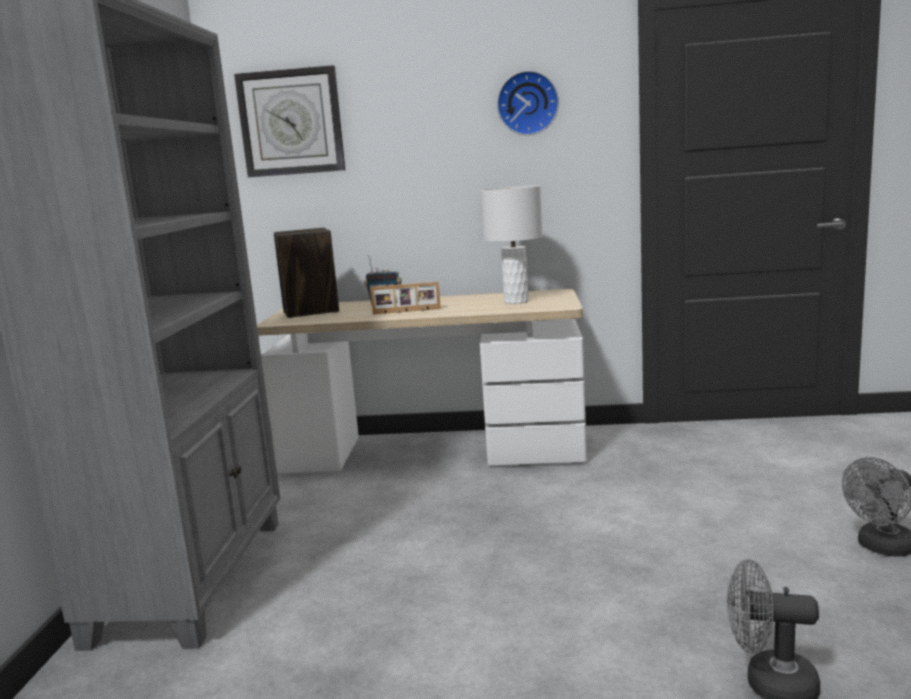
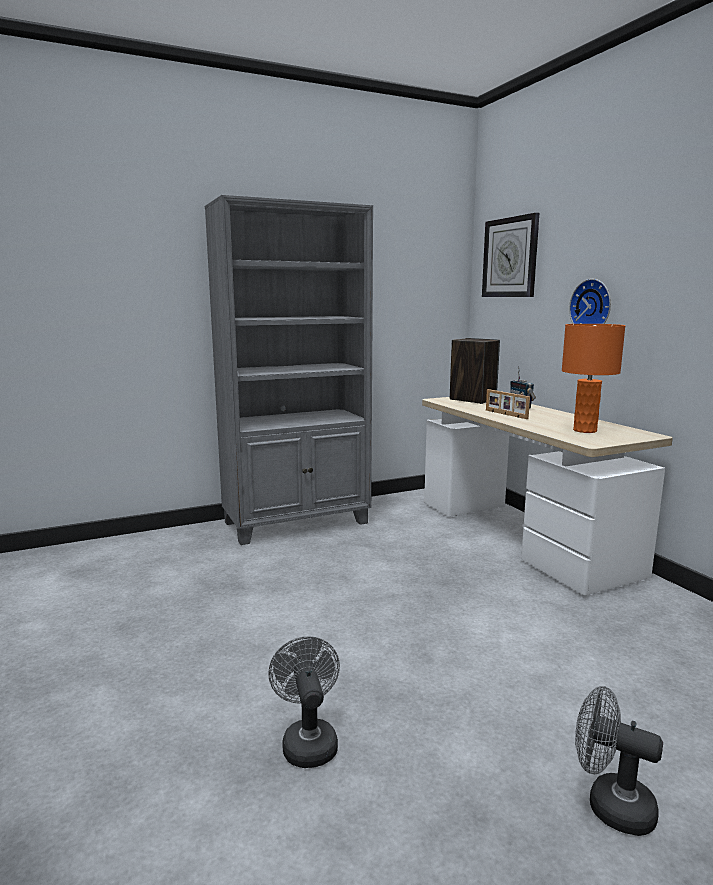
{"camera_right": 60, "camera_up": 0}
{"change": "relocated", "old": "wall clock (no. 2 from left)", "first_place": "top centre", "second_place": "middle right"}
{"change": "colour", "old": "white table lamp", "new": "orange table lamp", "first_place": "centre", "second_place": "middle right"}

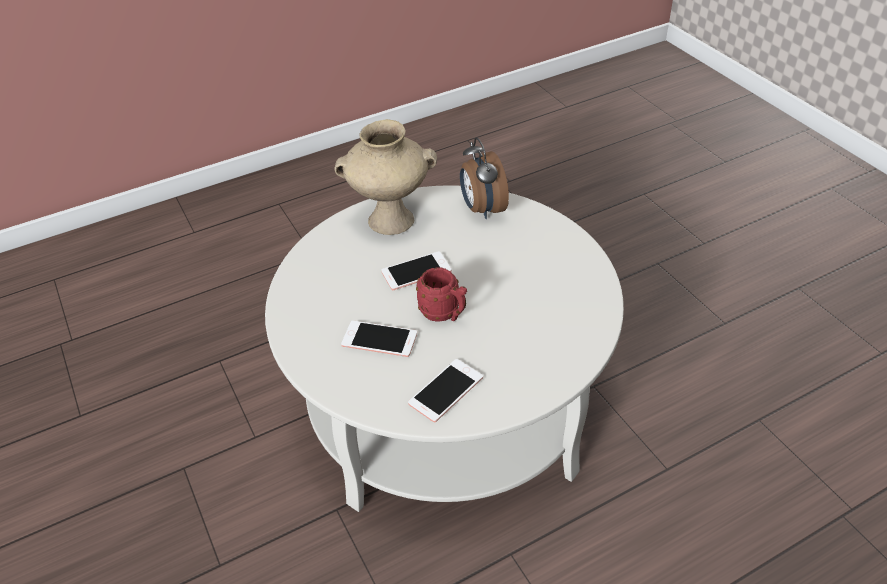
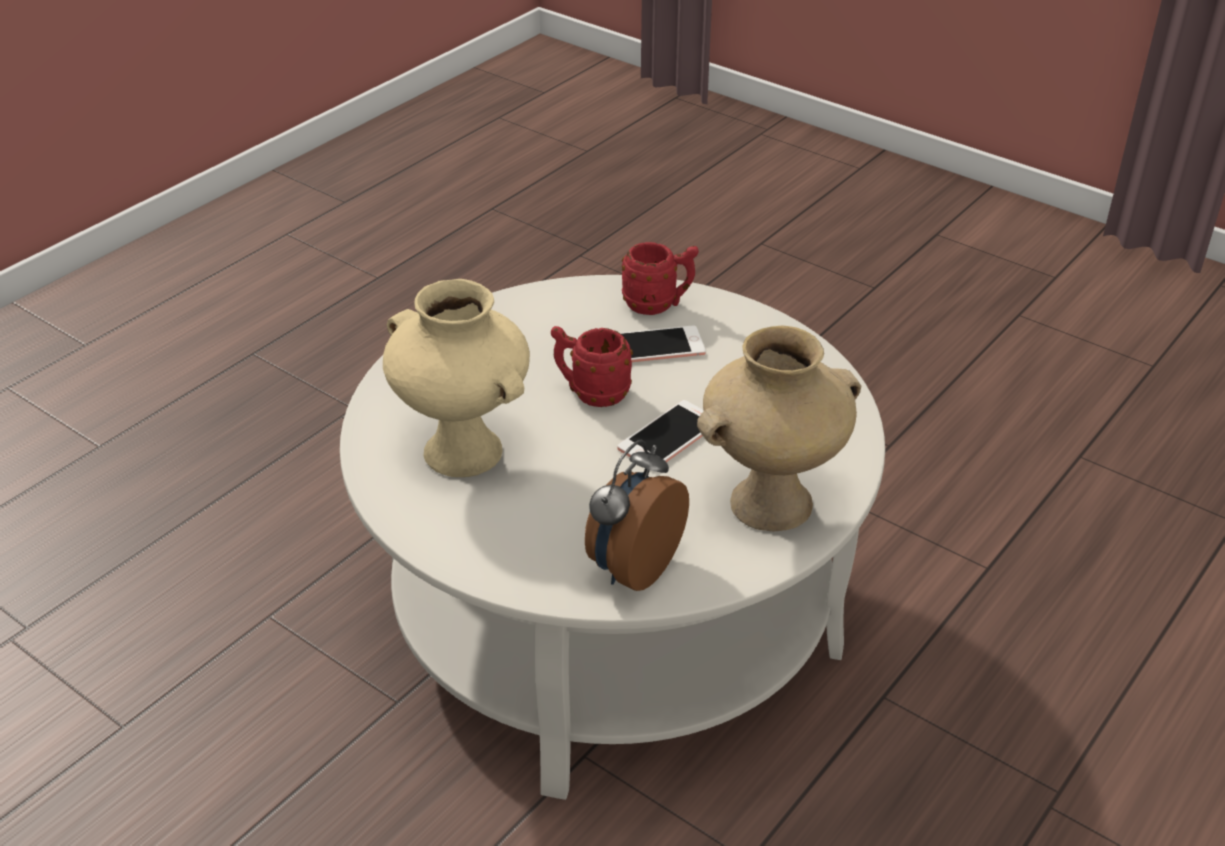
{"camera_right": 155, "camera_up": -5}
{"change": "missing", "old": "phone (no. 3 from left)", "first_place": "bottom centre"}
{"change": "appeared", "new": "beige vase (no. 1 from left)", "second_place": "centre"}
{"change": "appeared", "new": "red mug (no. 2 from left)", "second_place": "top centre"}
{"change": "spun", "old": "alarm clock", "first_place": "top centre", "second_place": "centre", "degrees": -105}

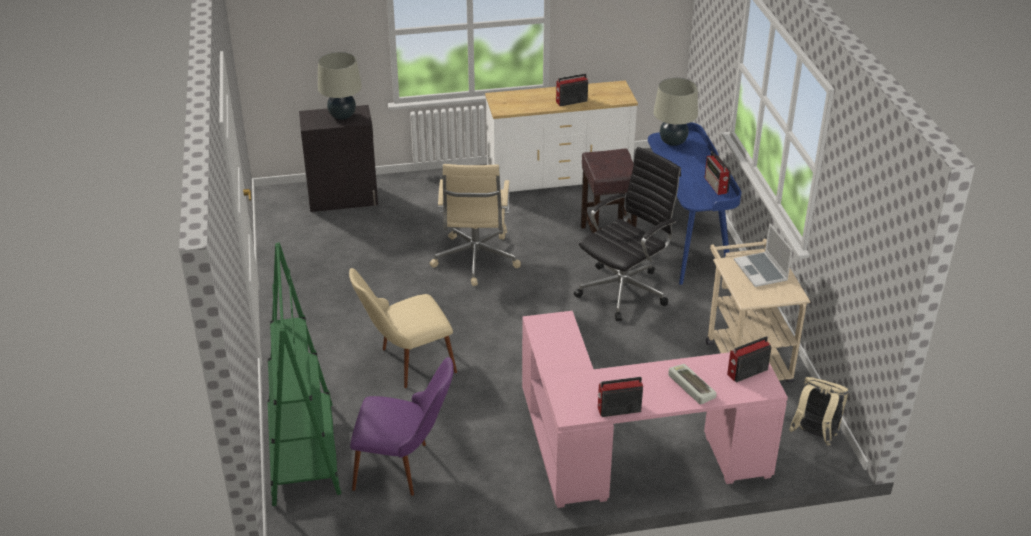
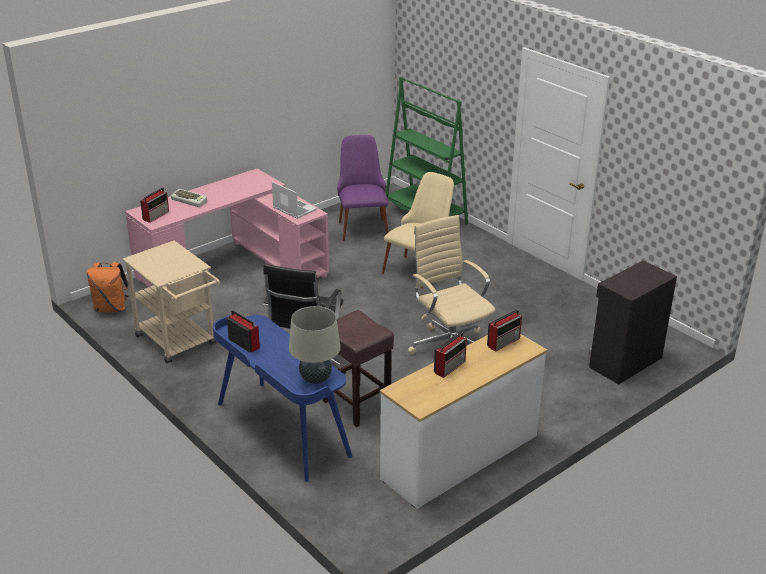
{"camera_right": 150, "camera_up": -5}
{"change": "missing", "old": "beige table lamp (no. 1 from left)", "first_place": "top left"}
{"change": "relocated", "old": "radio (no. 2 from left in the first image)", "new": "radio (no. 4 from left)", "first_place": "bottom centre", "second_place": "centre"}
{"change": "relocated", "old": "laptop", "first_place": "middle right", "second_place": "centre"}
{"change": "colour", "old": "beige backpack", "new": "orange backpack", "first_place": "bottom right", "second_place": "middle left"}
{"change": "spun", "old": "purple chair", "first_place": "bottom centre", "second_place": "top centre", "degrees": 105}

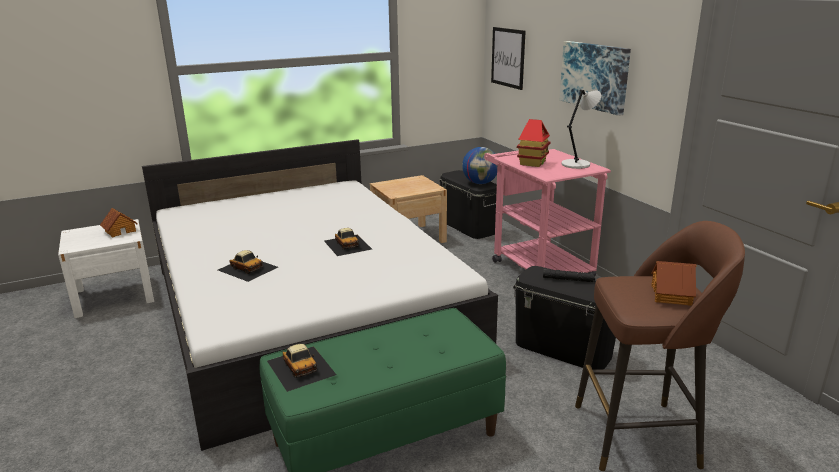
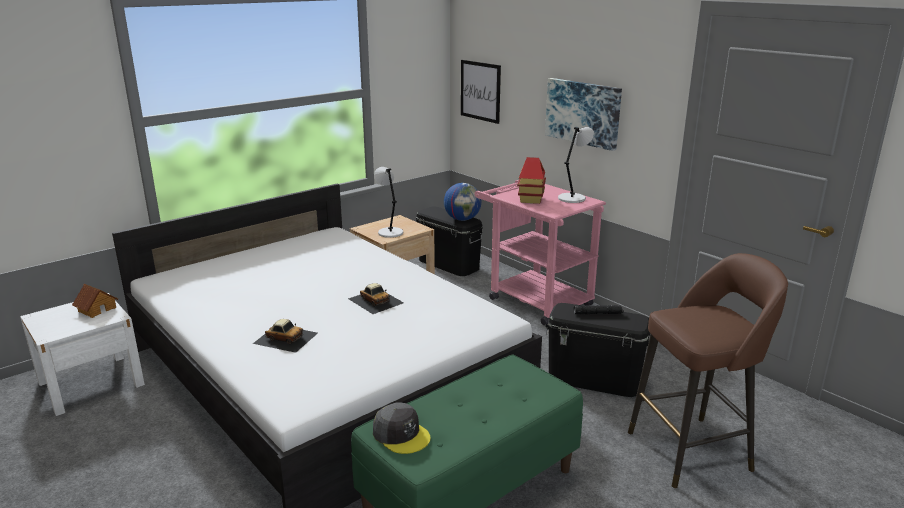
{"camera_right": -15, "camera_up": 0}
{"change": "missing", "old": "toy house (no. 3 from left)", "first_place": "middle right"}
{"change": "appeared", "new": "grey table lamp (no. 1 from left)", "second_place": "centre"}
{"change": "exchanged", "old": "toy car (no. 2 from left)", "new": "grey cap", "first_place": "bottom centre", "second_place": "bottom centre"}

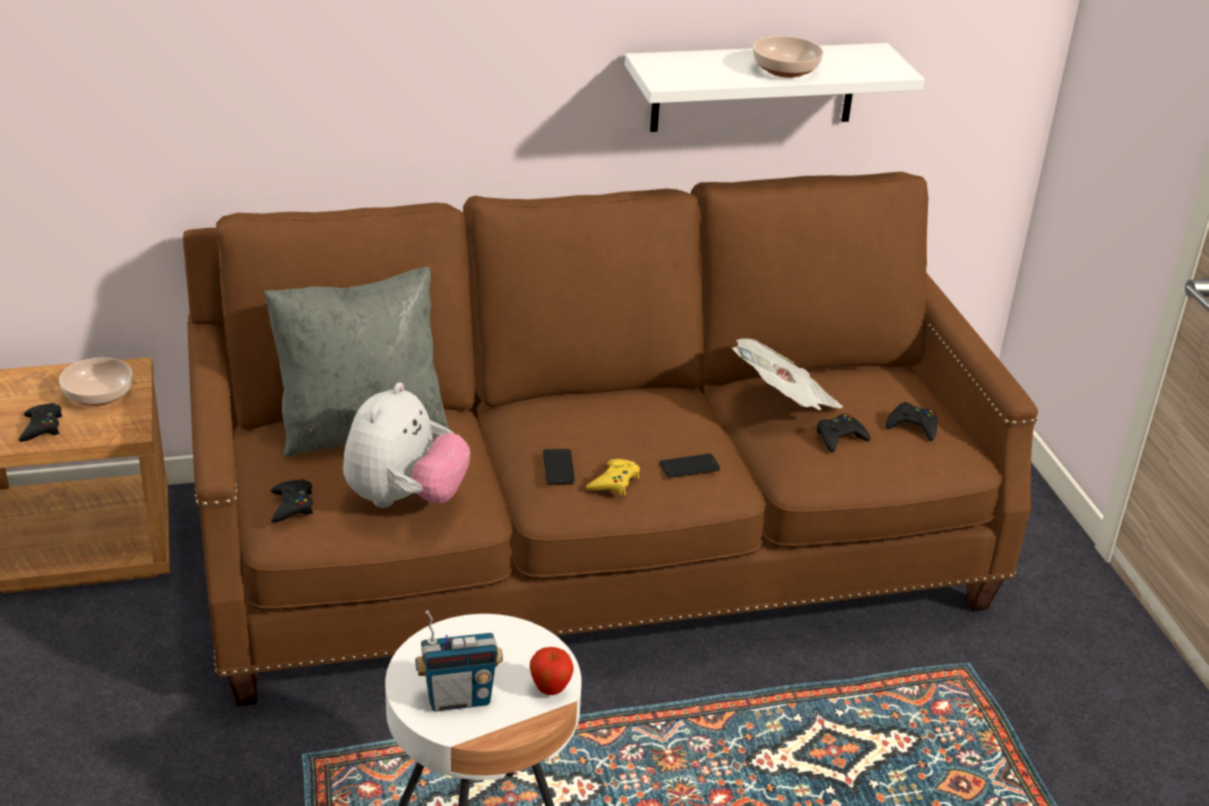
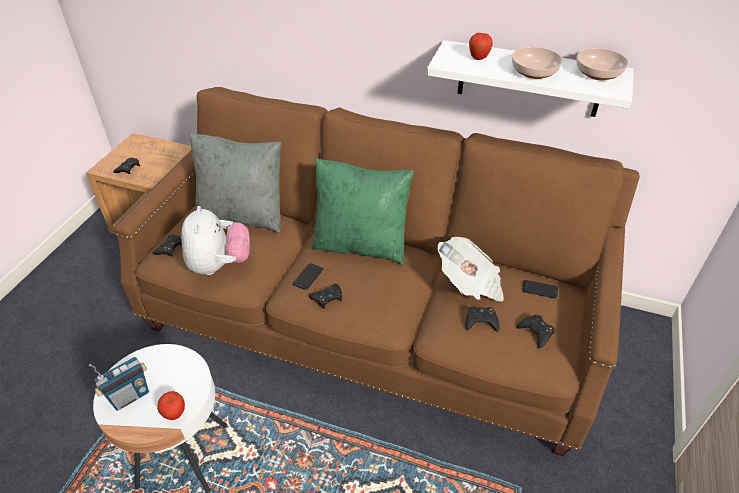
{"camera_right": 35, "camera_up": 10}
{"change": "appeared", "new": "green pillow", "second_place": "centre"}
{"change": "appeared", "new": "apple (no. 2 from left)", "second_place": "top centre"}
{"change": "relocated", "old": "bowl (no. 1 from left in the first image)", "new": "bowl (no. 2 from left)", "first_place": "middle left", "second_place": "top right"}
{"change": "relocated", "old": "phone (no. 2 from left)", "first_place": "centre", "second_place": "middle right"}
{"change": "colour", "old": "yellow game controller", "new": "black game controller (no. 3 from left)", "first_place": "centre", "second_place": "centre"}
{"change": "spun", "old": "plush toy", "first_place": "centre", "second_place": "middle left", "degrees": -60}
{"change": "spun", "old": "radio", "first_place": "bottom centre", "second_place": "bottom left", "degrees": -60}

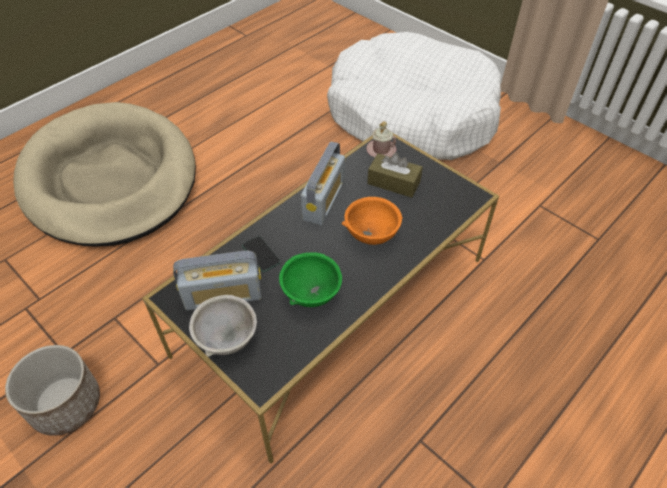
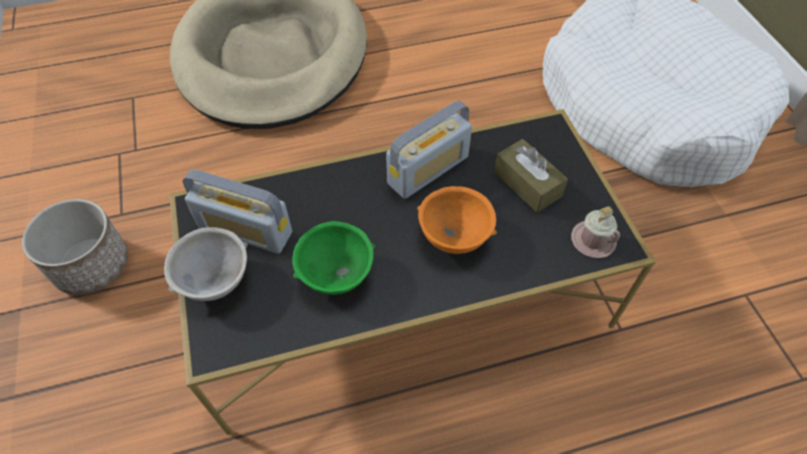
{"camera_right": 30, "camera_up": 5}
{"change": "missing", "old": "phone", "first_place": "centre"}
{"change": "relocated", "old": "pink mug", "first_place": "top centre", "second_place": "middle right"}

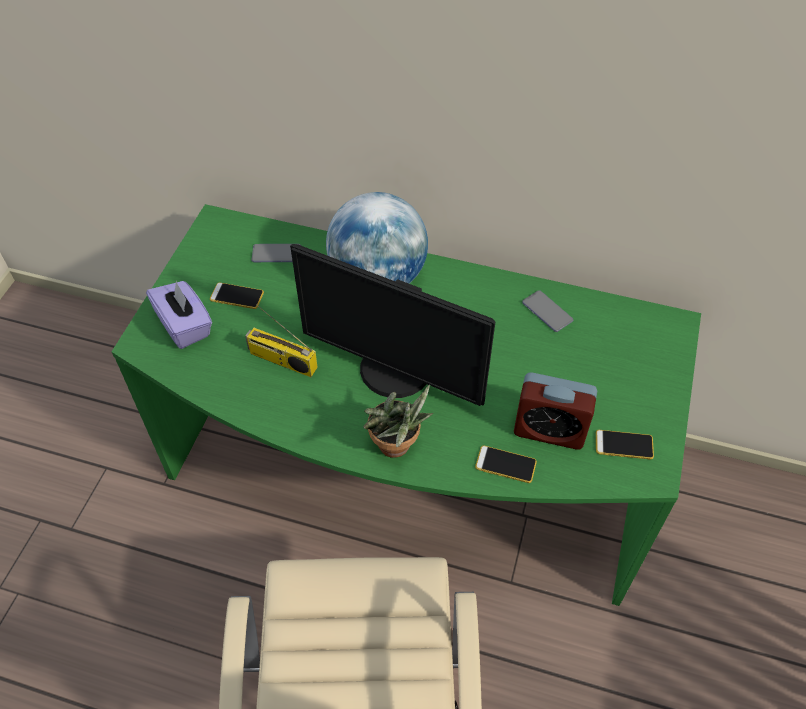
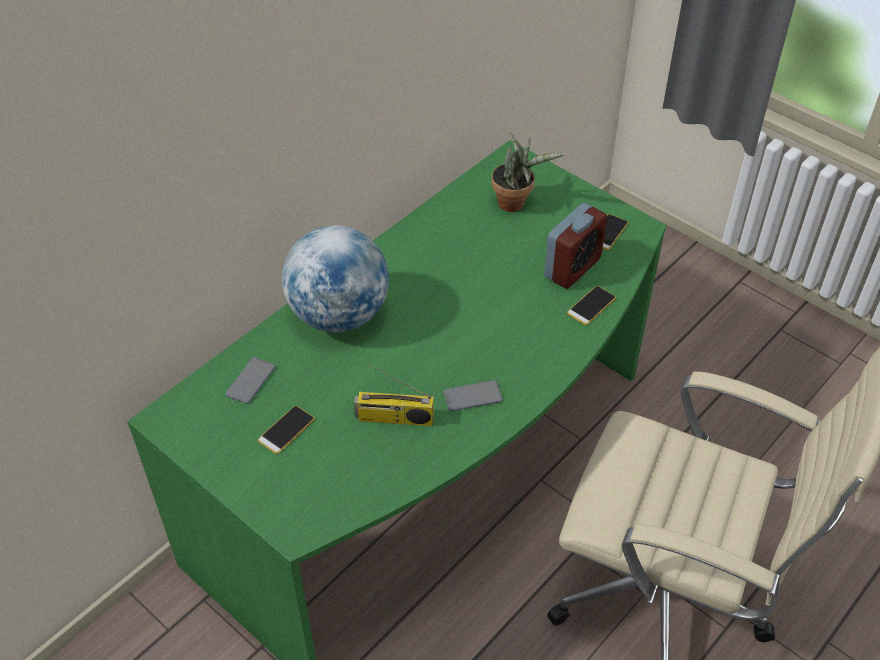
{"camera_right": -65, "camera_up": -5}
{"change": "missing", "old": "purple tissue box", "first_place": "middle left"}
{"change": "missing", "old": "monitor", "first_place": "centre"}
{"change": "relocated", "old": "potted plant", "first_place": "centre", "second_place": "top centre"}
{"change": "relocated", "old": "phone (no. 4 from left in the first image)", "new": "phone (no. 3 from left)", "first_place": "middle right", "second_place": "centre"}
{"change": "spun", "old": "radio", "first_place": "centre", "second_place": "centre", "degrees": 45}

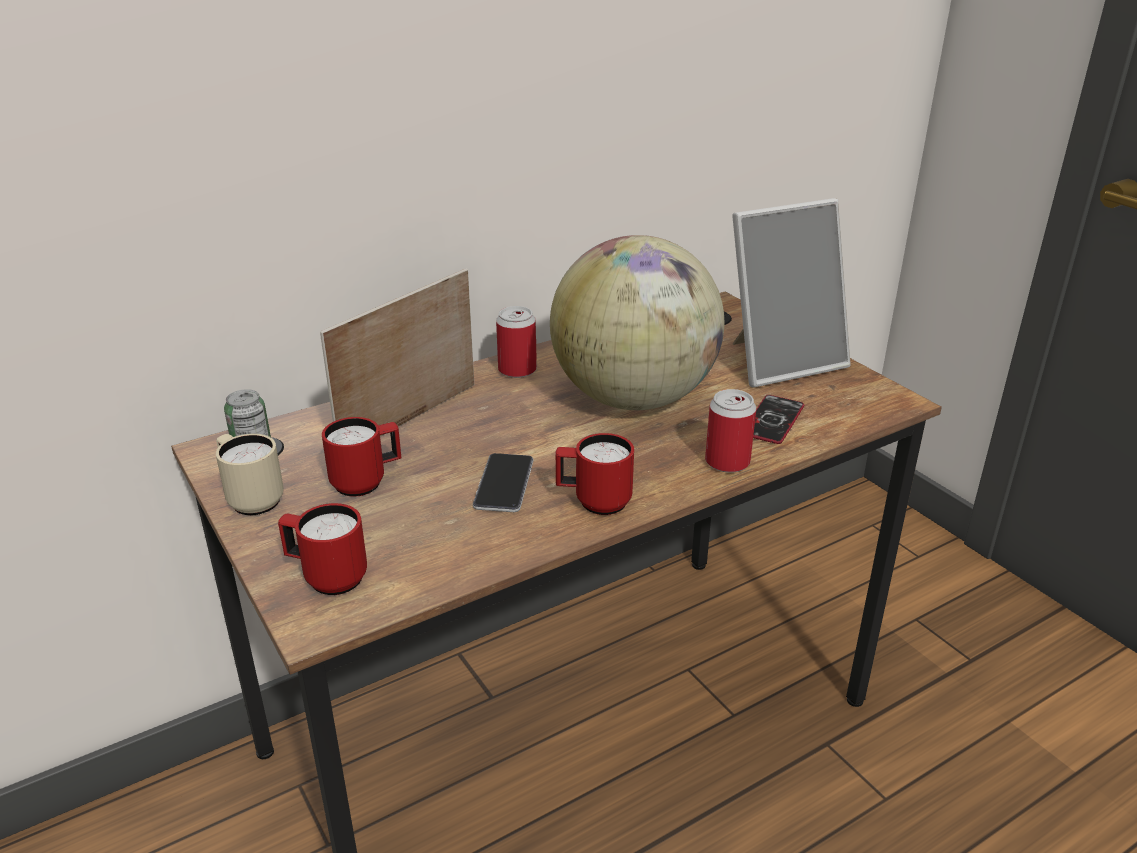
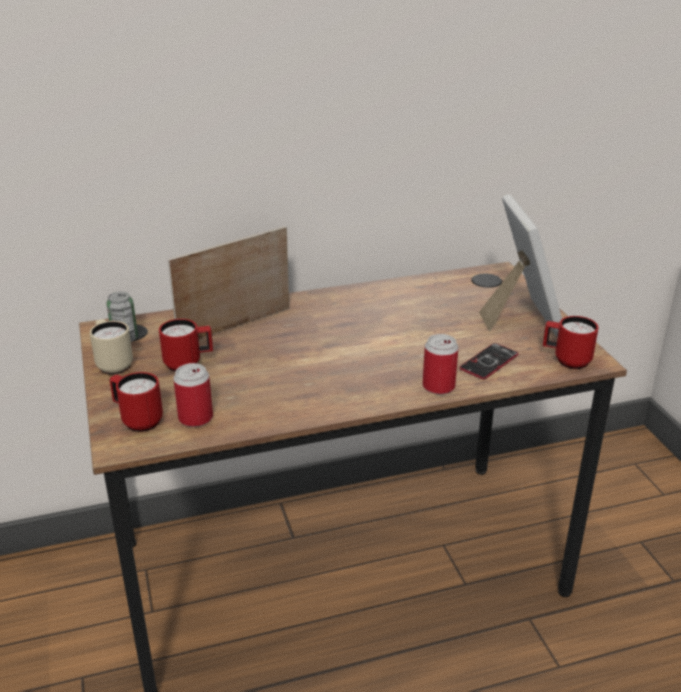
{"camera_right": 15, "camera_up": 0}
{"change": "missing", "old": "phone (no. 1 from left)", "first_place": "centre"}
{"change": "missing", "old": "globe", "first_place": "centre"}
{"change": "relocated", "old": "can (no. 2 from left)", "first_place": "centre", "second_place": "middle left"}
{"change": "relocated", "old": "red mug (no. 3 from left)", "first_place": "centre", "second_place": "middle right"}
{"change": "spun", "old": "picture frame (no. 2 from left)", "first_place": "middle right", "second_place": "middle right", "degrees": -90}

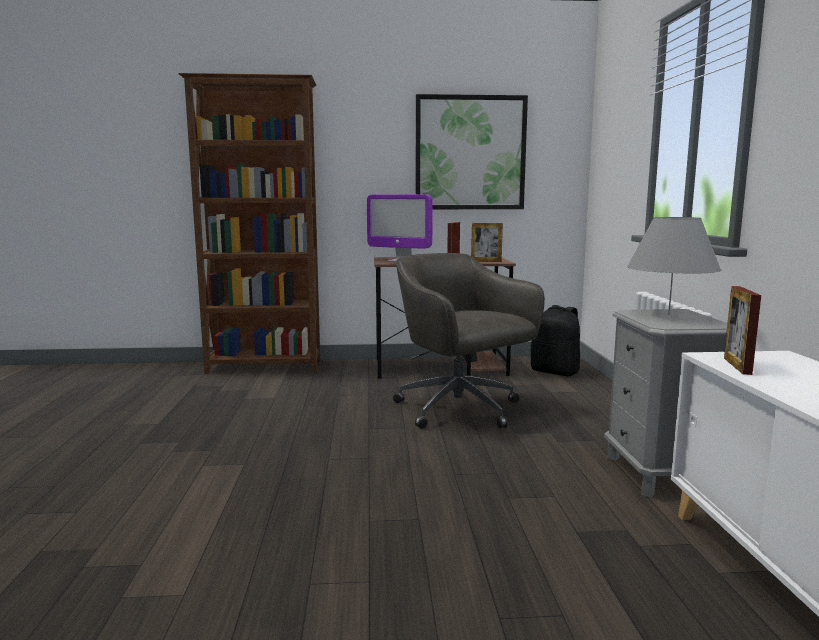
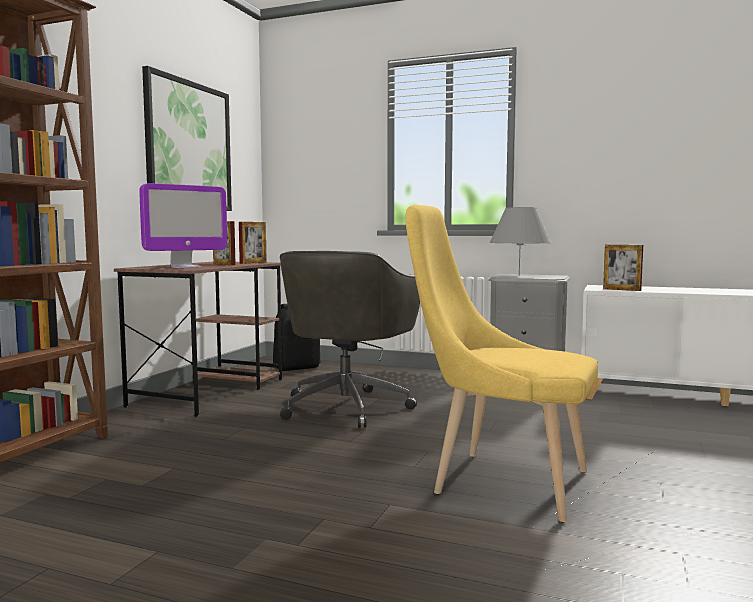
{"camera_right": -65, "camera_up": -5}
{"change": "appeared", "new": "yellow chair", "second_place": "centre"}
{"change": "spun", "old": "grey office chair", "first_place": "centre", "second_place": "centre", "degrees": -60}

